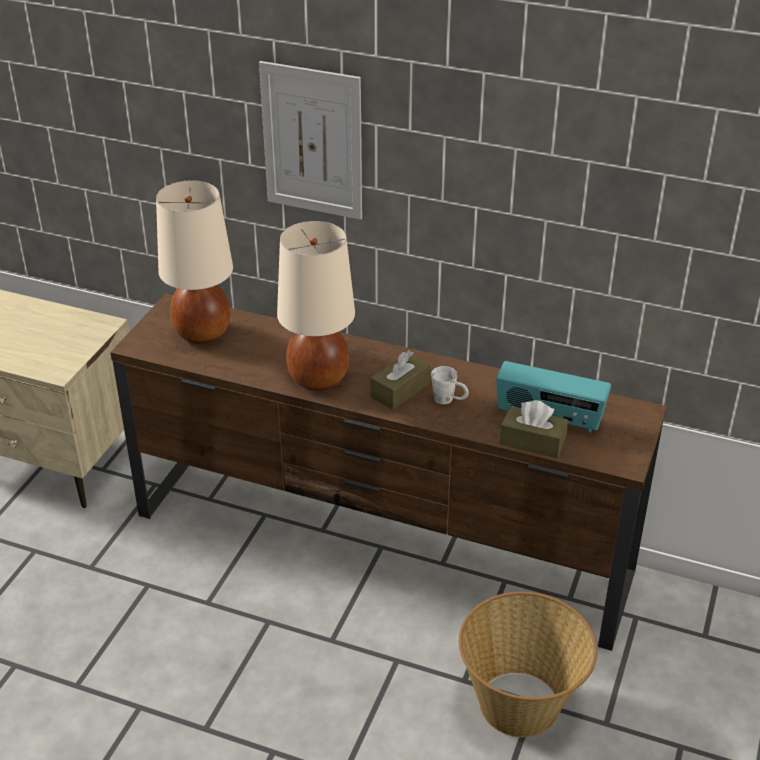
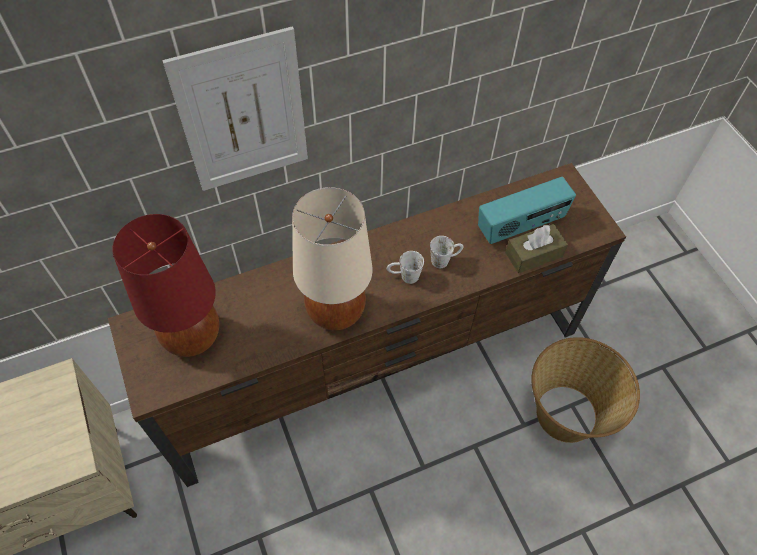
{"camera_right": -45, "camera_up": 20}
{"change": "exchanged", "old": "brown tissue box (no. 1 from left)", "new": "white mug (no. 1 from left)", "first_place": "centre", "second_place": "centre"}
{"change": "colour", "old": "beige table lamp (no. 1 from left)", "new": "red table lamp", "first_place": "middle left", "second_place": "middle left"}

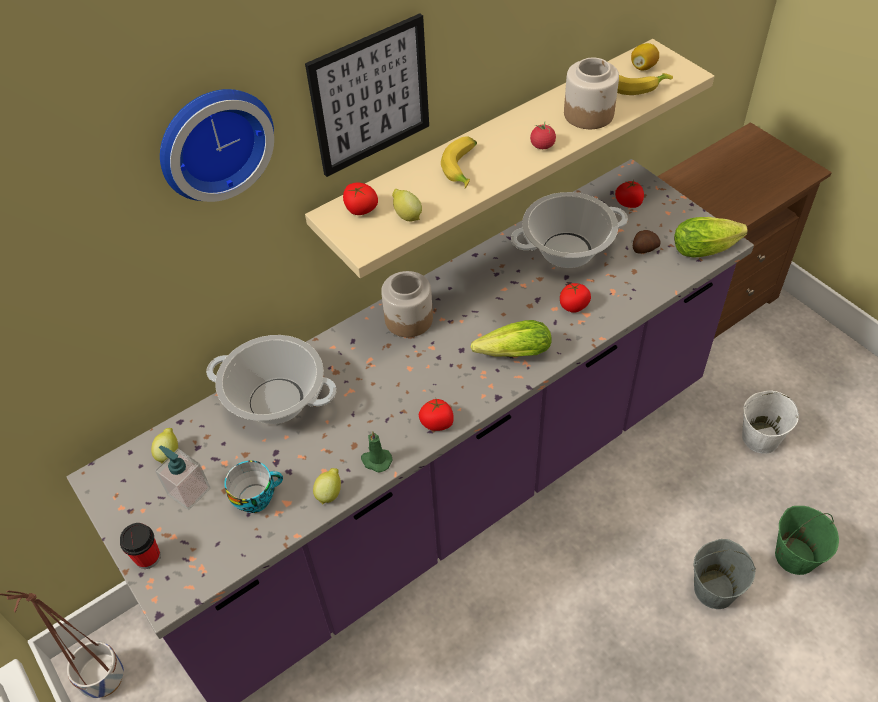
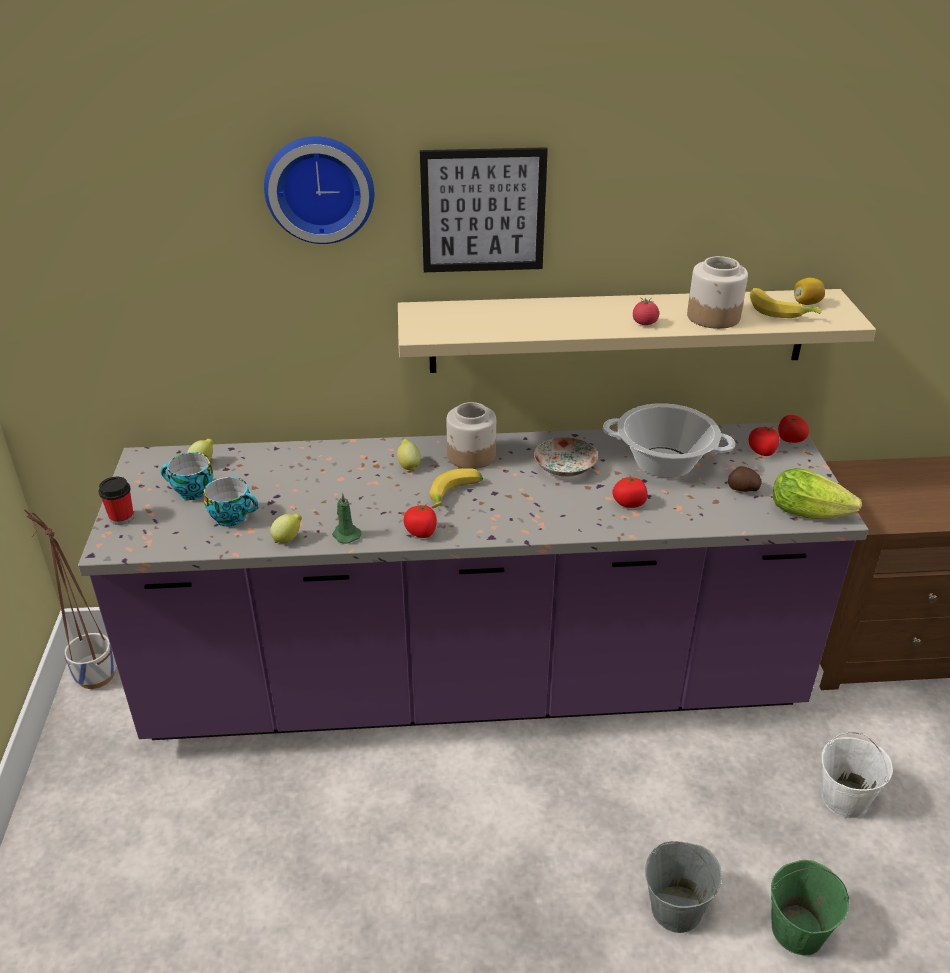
{"camera_right": 30, "camera_up": -15}
{"change": "missing", "old": "cooking pot (no. 1 from left)", "first_place": "middle left"}
{"change": "missing", "old": "lettuce (no. 1 from left)", "first_place": "centre"}
{"change": "appeared", "new": "plate", "second_place": "centre"}
{"change": "relocated", "old": "tomato (no. 1 from left in the first image)", "new": "tomato (no. 5 from left)", "first_place": "top centre", "second_place": "middle right"}
{"change": "relocated", "old": "lemon (no. 3 from left)", "first_place": "top centre", "second_place": "centre"}
{"change": "relocated", "old": "banana (no. 1 from left)", "first_place": "top centre", "second_place": "centre"}
{"change": "exchanged", "old": "soap dispenser", "new": "cup (no. 2 from left)", "first_place": "bottom left", "second_place": "middle left"}

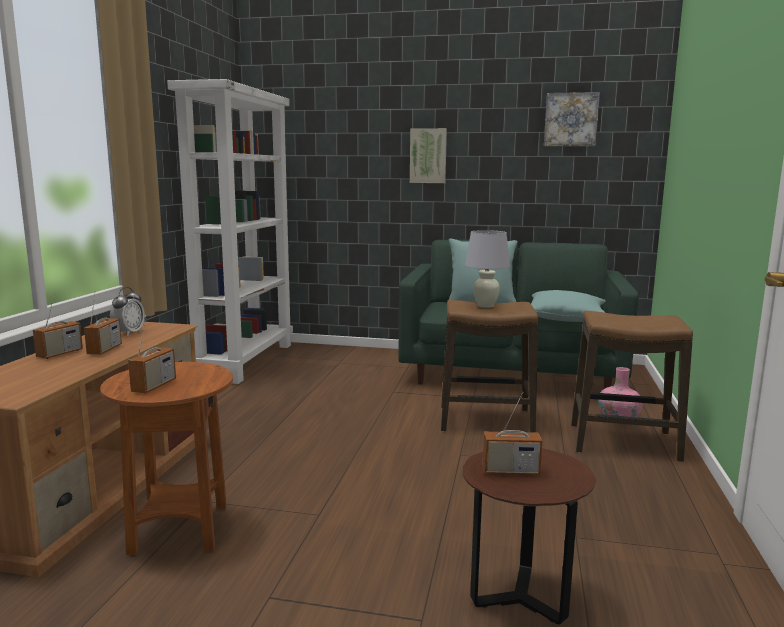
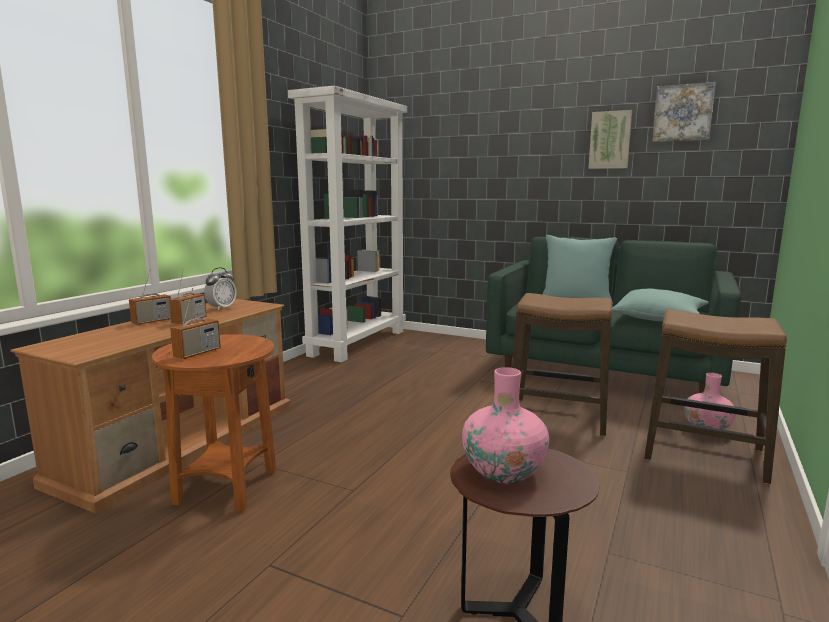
{"camera_right": 15, "camera_up": 0}
{"change": "missing", "old": "white table lamp", "first_place": "centre"}
{"change": "relocated", "old": "picture (no. 1 from left)", "first_place": "top centre", "second_place": "top right"}
{"change": "exchanged", "old": "radio (no. 4 from left)", "new": "pink vase (no. 1 from left)", "first_place": "bottom centre", "second_place": "bottom centre"}

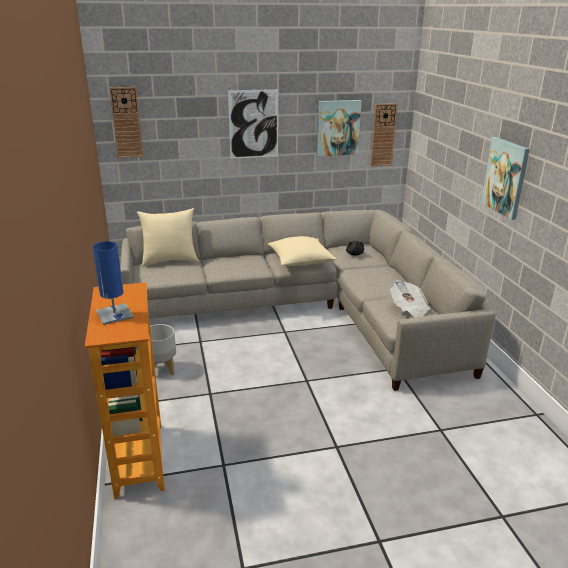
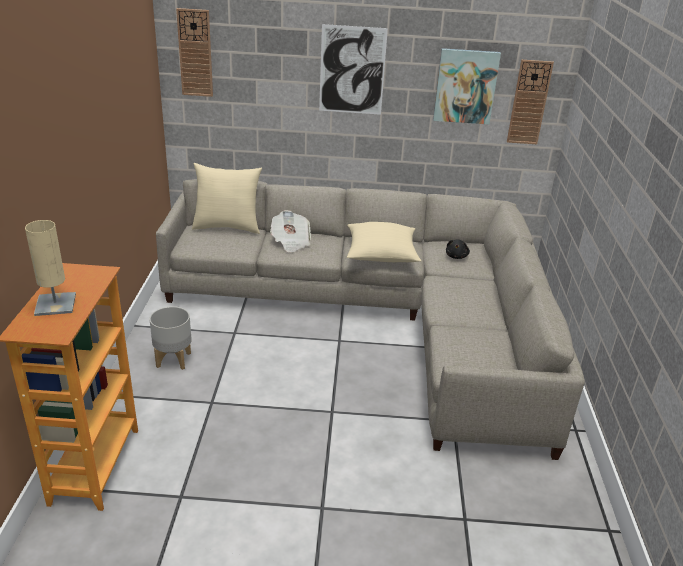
{"camera_right": 15, "camera_up": 5}
{"change": "missing", "old": "picture (no. 3 from left)", "first_place": "top right"}
{"change": "relocated", "old": "newspaper", "first_place": "middle right", "second_place": "centre"}
{"change": "colour", "old": "blue table lamp", "new": "beige table lamp", "first_place": "middle left", "second_place": "middle left"}

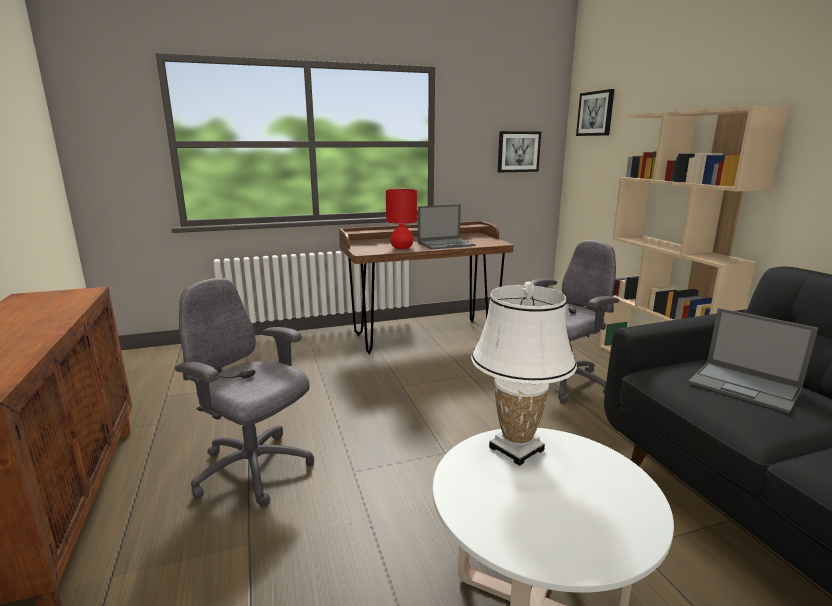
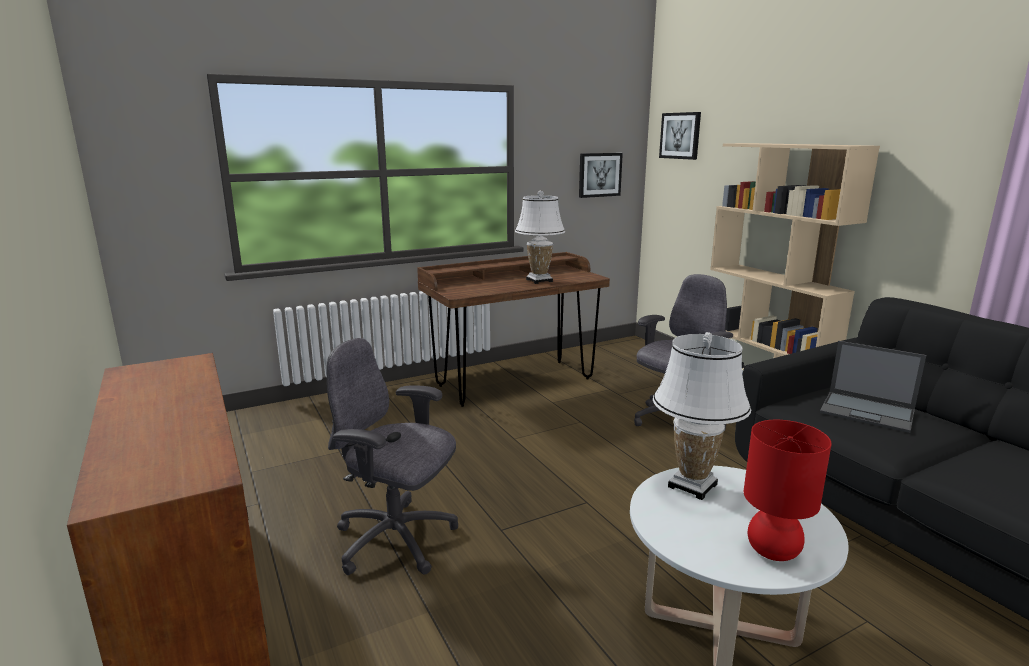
{"camera_right": -10, "camera_up": 0}
{"change": "relocated", "old": "red table lamp", "first_place": "centre", "second_place": "bottom right"}
{"change": "exchanged", "old": "laptop (no. 1 from left)", "new": "white table lamp (no. 1 from left)", "first_place": "centre", "second_place": "centre"}

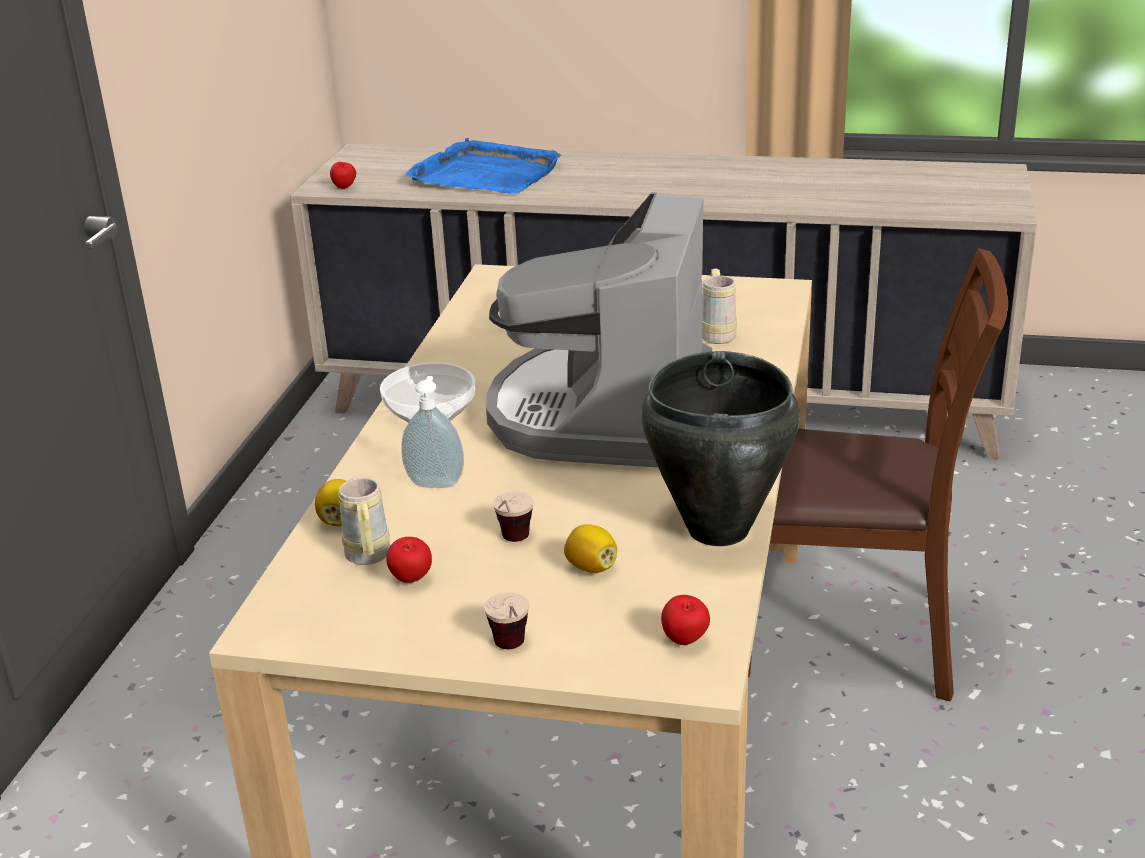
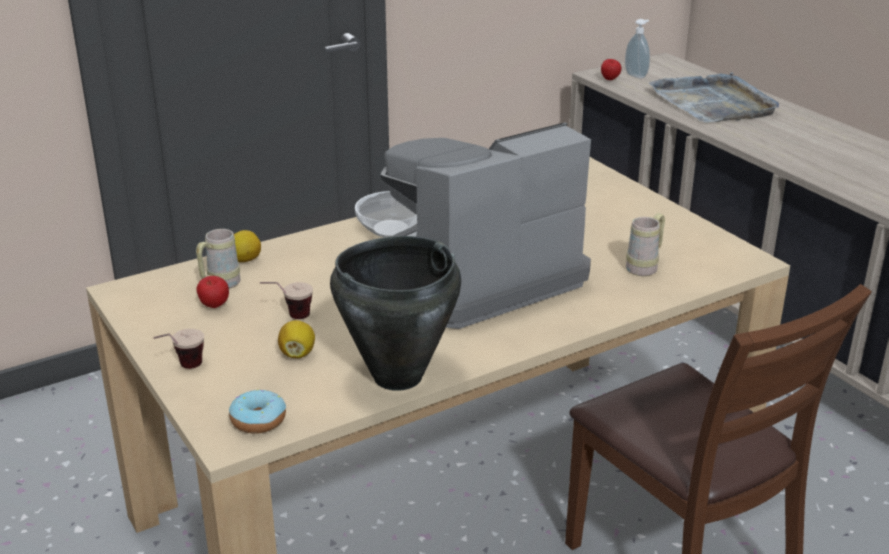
{"camera_right": 45, "camera_up": 0}
{"change": "relocated", "old": "soap dispenser", "first_place": "centre", "second_place": "top right"}
{"change": "exchanged", "old": "apple (no. 3 from left)", "new": "donut", "first_place": "bottom centre", "second_place": "bottom left"}
{"change": "colour", "old": "blue tray", "new": "grey tray", "first_place": "top centre", "second_place": "top right"}

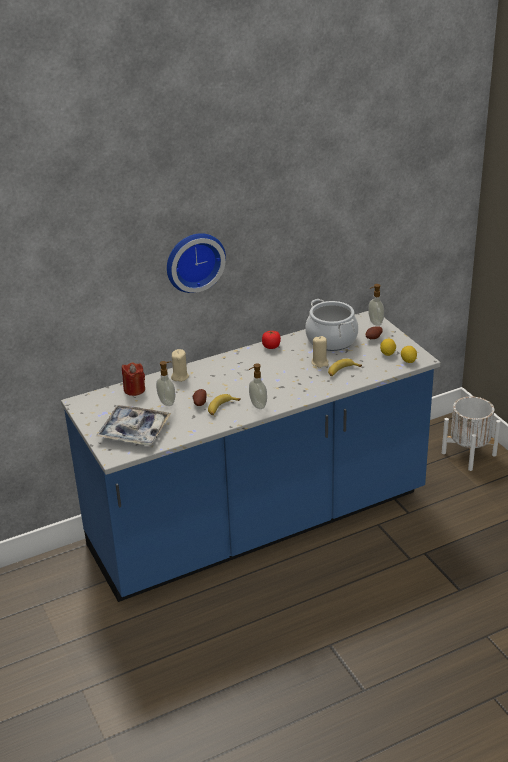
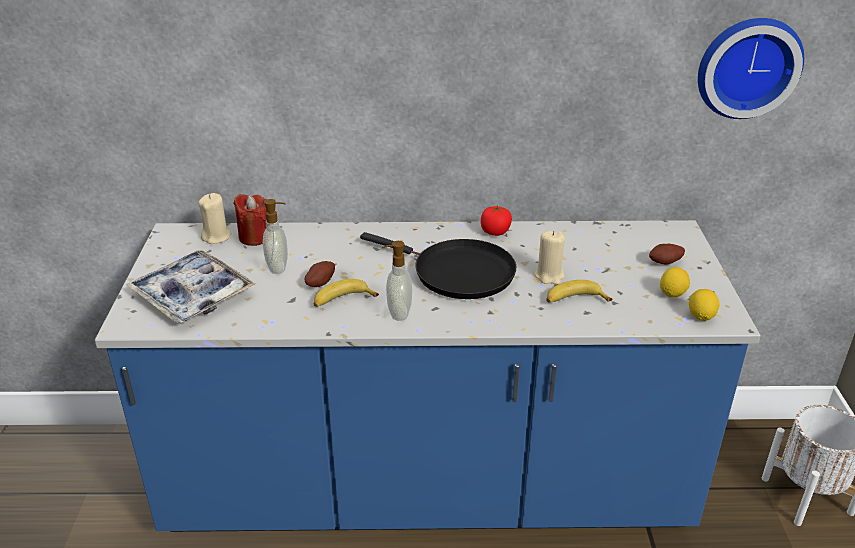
{"camera_right": 25, "camera_up": 0}
{"change": "missing", "old": "cooking pot", "first_place": "centre"}
{"change": "missing", "old": "soap dispenser (no. 3 from left)", "first_place": "middle right"}
{"change": "appeared", "new": "black frying pan", "second_place": "centre"}
{"change": "relocated", "old": "wall clock", "first_place": "centre", "second_place": "top right"}
{"change": "relocated", "old": "beige candle (no. 1 from left)", "first_place": "centre", "second_place": "middle left"}

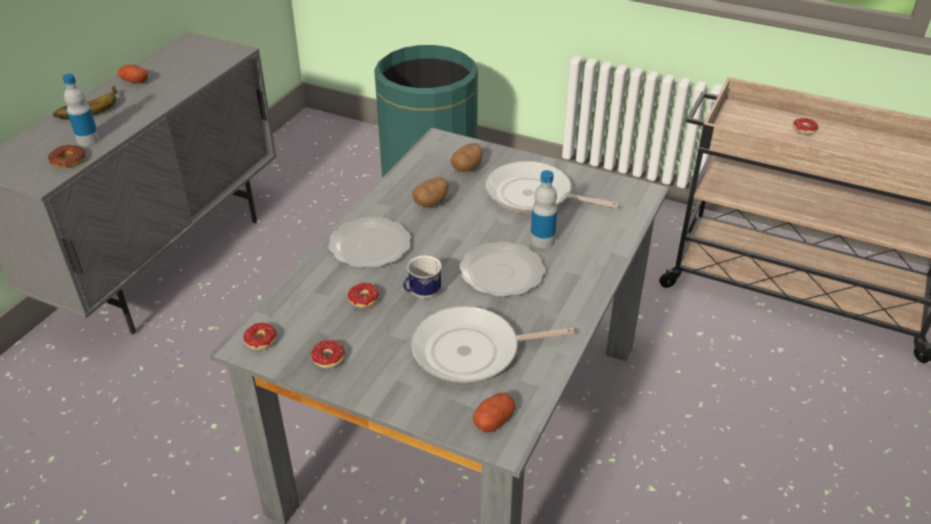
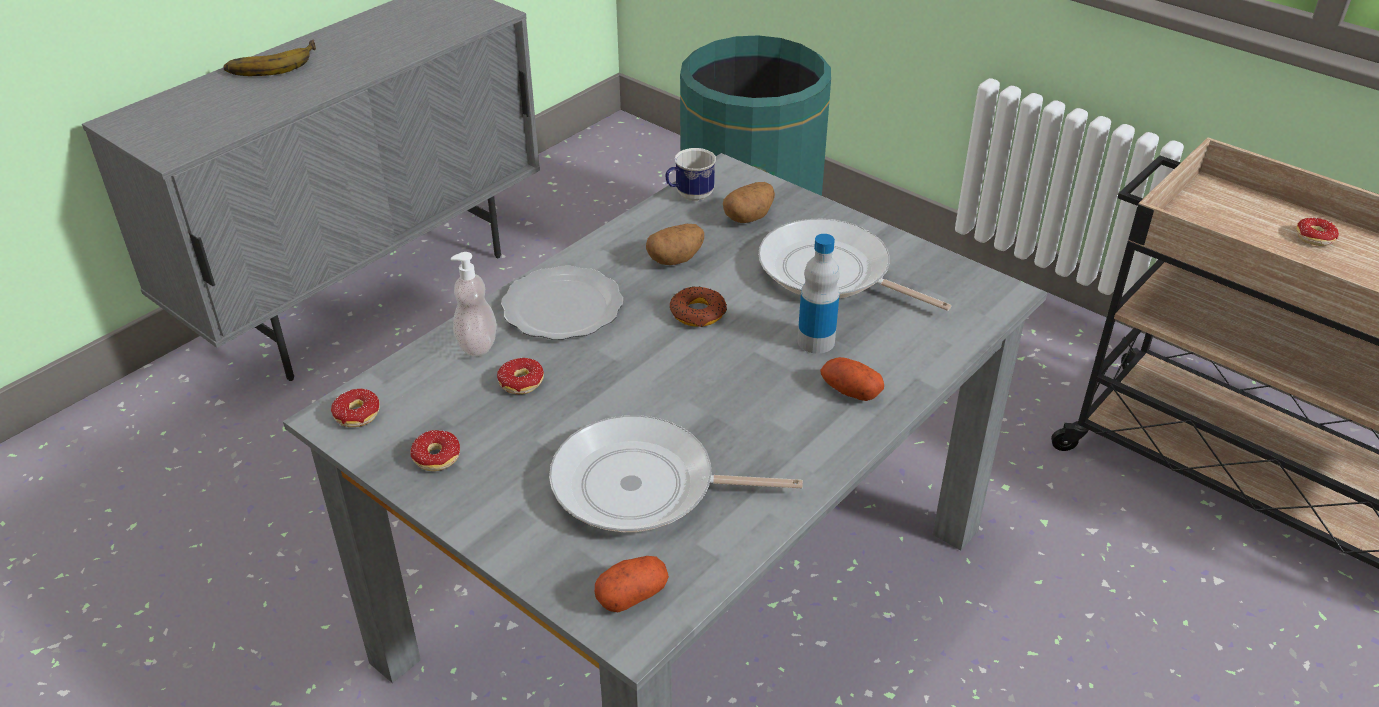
{"camera_right": 15, "camera_up": 0}
{"change": "missing", "old": "bottle (no. 1 from left)", "first_place": "top left"}
{"change": "missing", "old": "plate (no. 2 from left)", "first_place": "centre"}
{"change": "appeared", "new": "soap dispenser", "second_place": "centre"}
{"change": "relocated", "old": "donut (no. 1 from left in the first image)", "new": "donut (no. 4 from left)", "first_place": "top left", "second_place": "centre"}
{"change": "relocated", "old": "potato (no. 1 from left in the first image)", "new": "potato (no. 4 from left)", "first_place": "top left", "second_place": "centre"}
{"change": "relocated", "old": "mug", "first_place": "centre", "second_place": "top centre"}

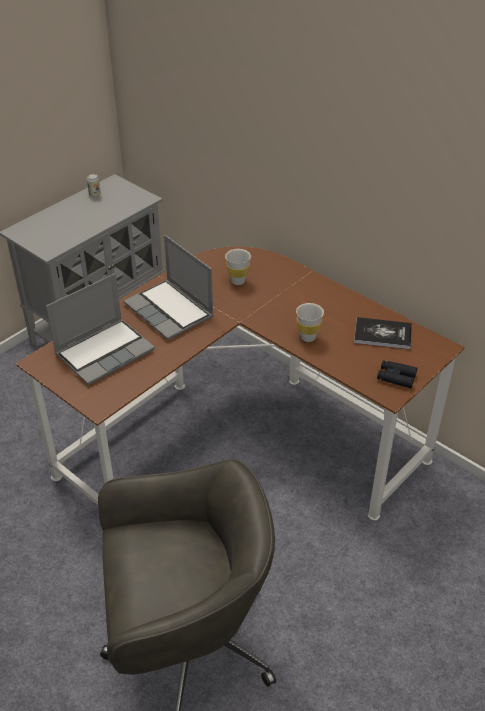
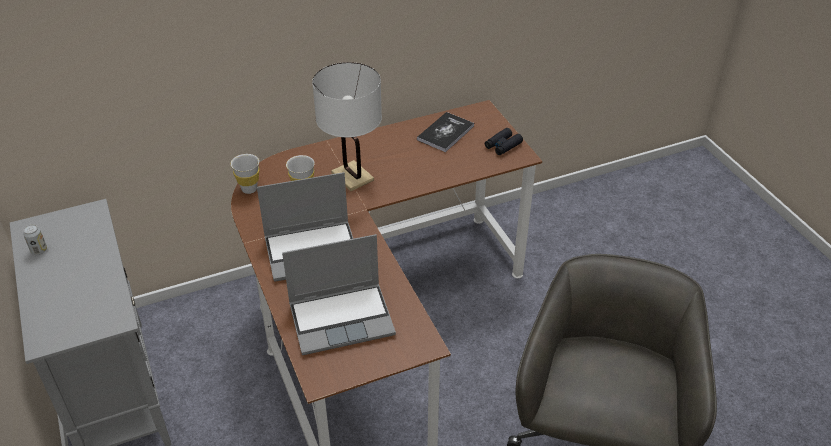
{"camera_right": -65, "camera_up": 0}
{"change": "appeared", "new": "white table lamp", "second_place": "top centre"}
{"change": "relocated", "old": "white cup (no. 2 from left in the first image)", "new": "white cup (no. 1 from left)", "first_place": "centre", "second_place": "middle left"}
{"change": "spun", "old": "laptop (no. 1 from left in the first image)", "first_place": "middle left", "second_place": "centre", "degrees": 90}

